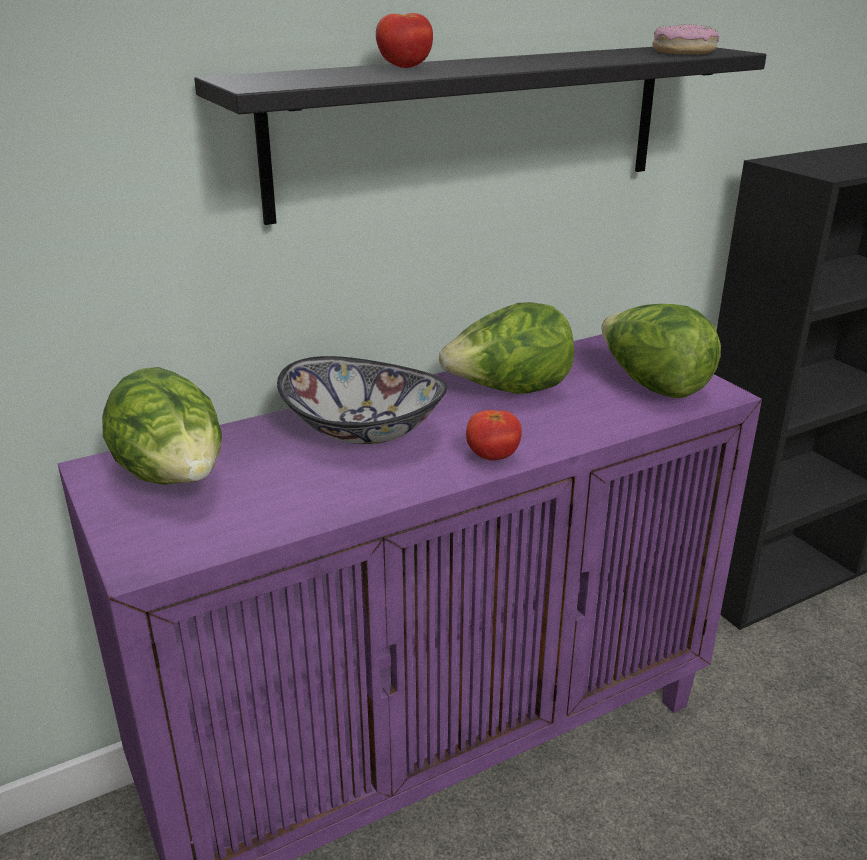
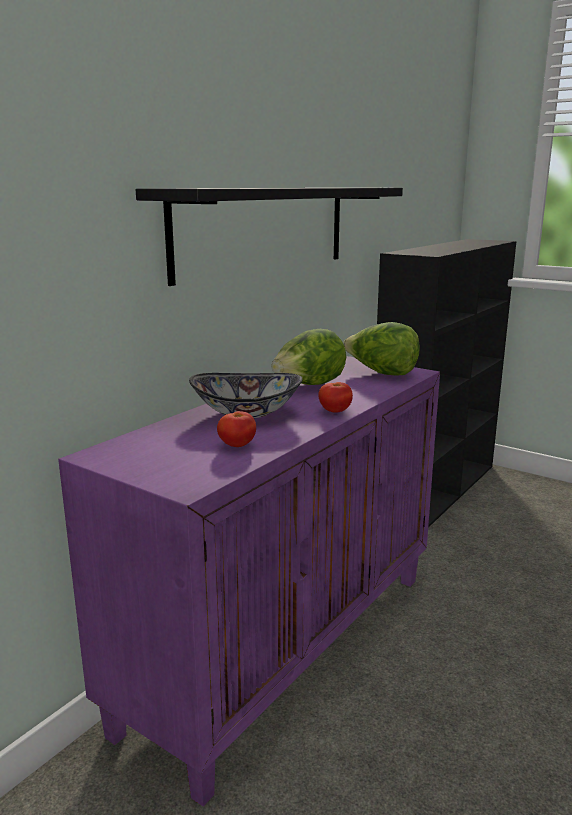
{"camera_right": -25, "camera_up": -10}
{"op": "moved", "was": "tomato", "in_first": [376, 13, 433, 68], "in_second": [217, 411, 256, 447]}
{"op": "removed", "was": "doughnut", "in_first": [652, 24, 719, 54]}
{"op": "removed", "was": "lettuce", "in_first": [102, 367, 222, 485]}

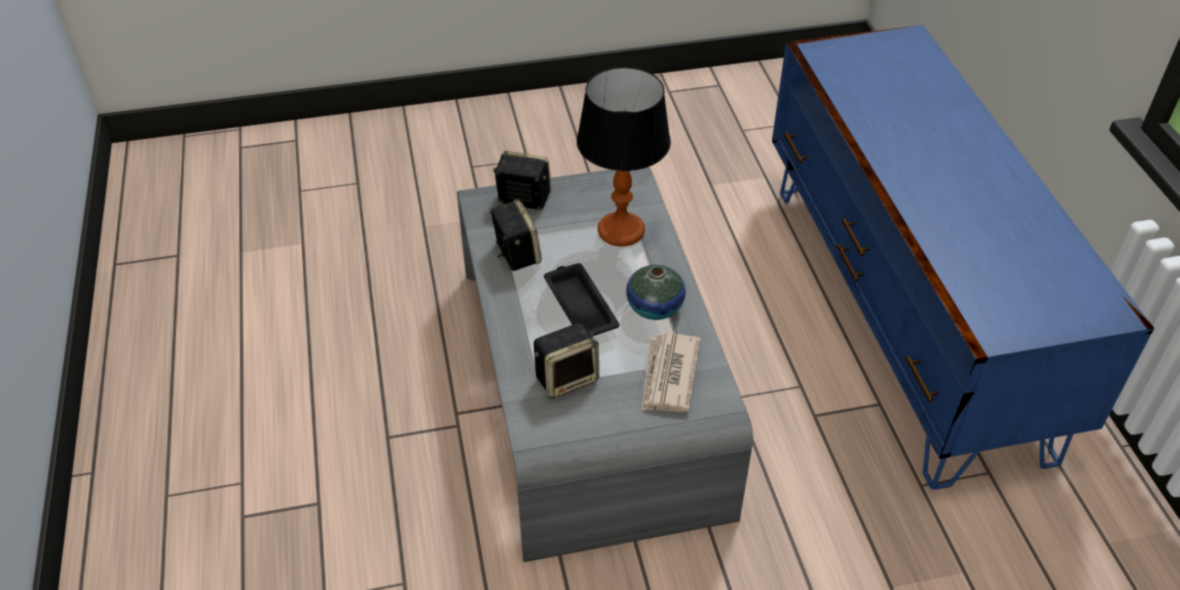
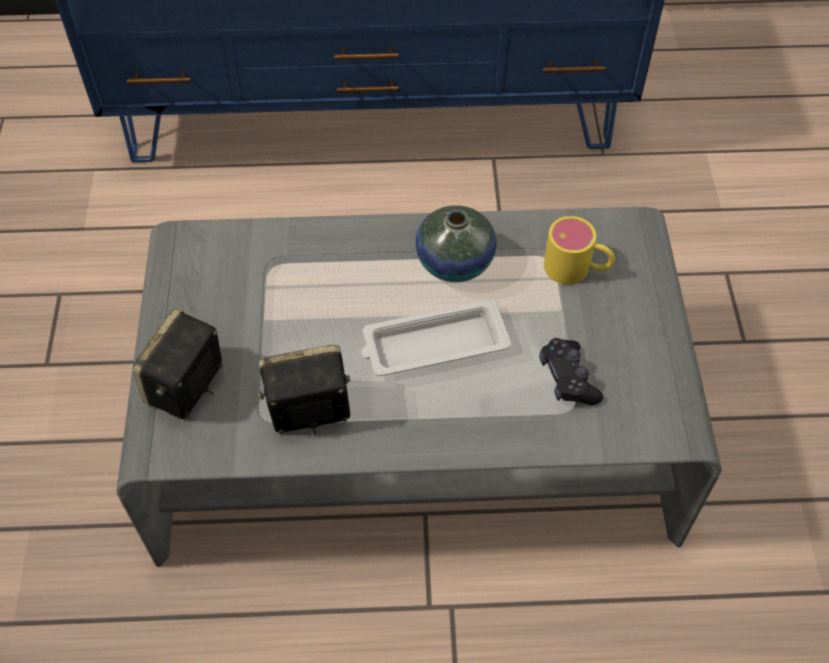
{"camera_right": -80, "camera_up": 10}
{"op": "removed", "was": "table_lamp", "in_first": [577, 67, 671, 247]}
{"op": "recoloured", "was": "black-coloured_serving_tray", "now": "whitish_serving_tray", "in_first": [544, 263, 620, 336], "in_second": [361, 299, 512, 376]}
{"op": "replaced", "was": "speaker", "now": "black-coloured_gamepad", "in_first": [534, 323, 599, 399], "in_second": [539, 338, 603, 405]}
{"op": "replaced", "was": "daily_paper", "now": "yellow_tea_mug", "in_first": [641, 333, 701, 412], "in_second": [544, 216, 615, 284]}

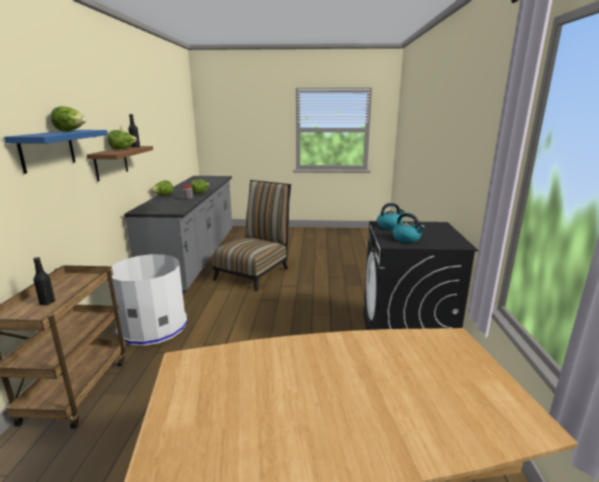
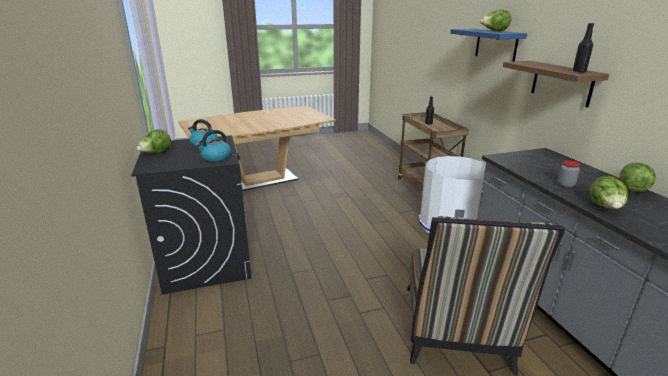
{"camera_right": 160, "camera_up": 5}
{"op": "moved", "was": "lettuce", "in_first": [107, 130, 137, 150], "in_second": [136, 129, 171, 154]}

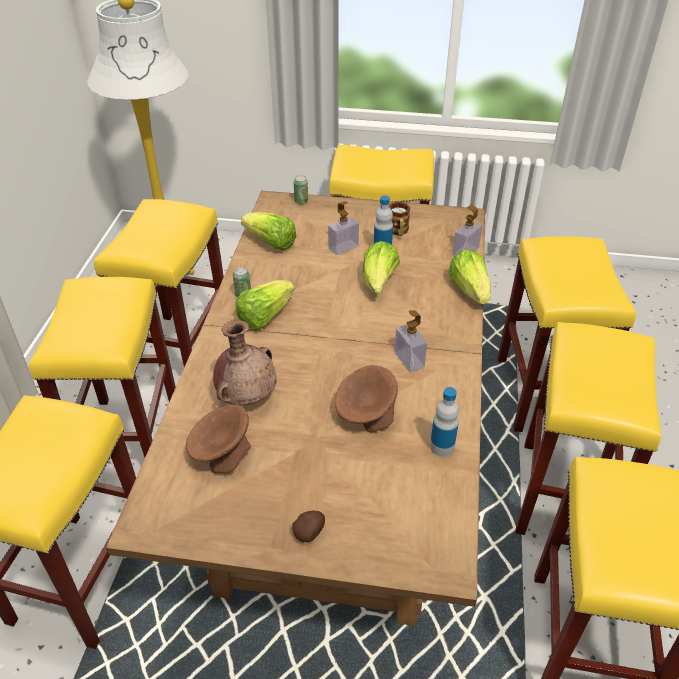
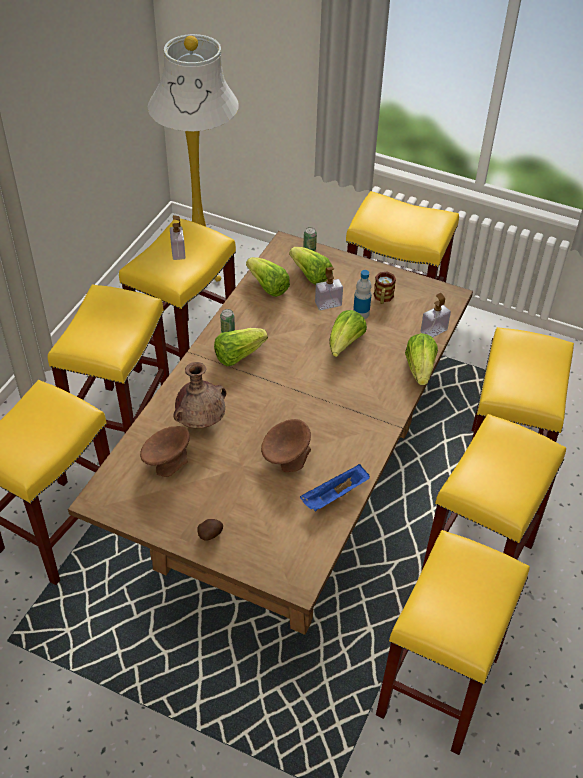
{"camera_right": 15, "camera_up": 5}
{"op": "moved", "was": "liquid_soap_bottle", "in_first": [395, 310, 427, 372], "in_second": [170, 215, 185, 260]}
{"op": "replaced", "was": "bottle", "now": "blue_serving_tray", "in_first": [430, 387, 459, 457], "in_second": [300, 464, 370, 512]}
{"op": "added", "now": "lettuce", "in_second": [289, 247, 333, 285]}

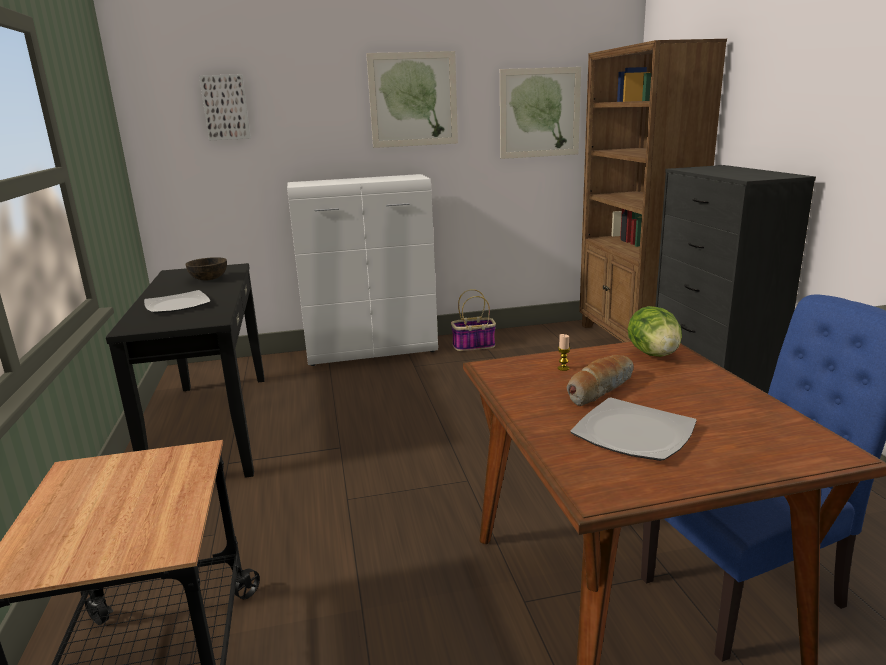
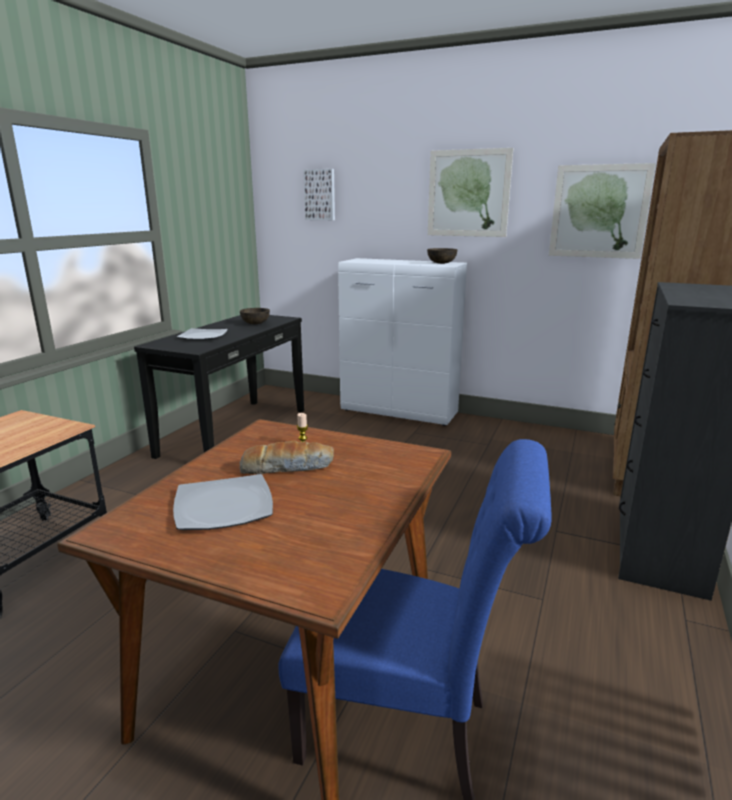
{"camera_right": 35, "camera_up": 0}
{"op": "removed", "was": "storage_basket", "in_first": [451, 289, 496, 351]}
{"op": "removed", "was": "lettuce", "in_first": [628, 306, 682, 357]}
{"op": "added", "now": "brown_deep_dish", "in_second": [427, 248, 457, 264]}

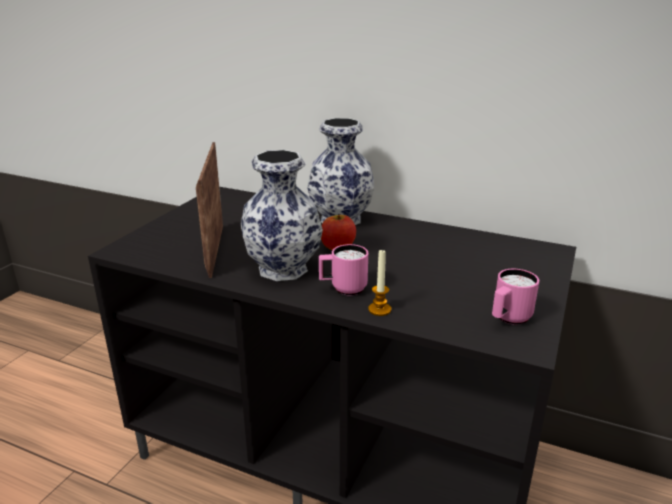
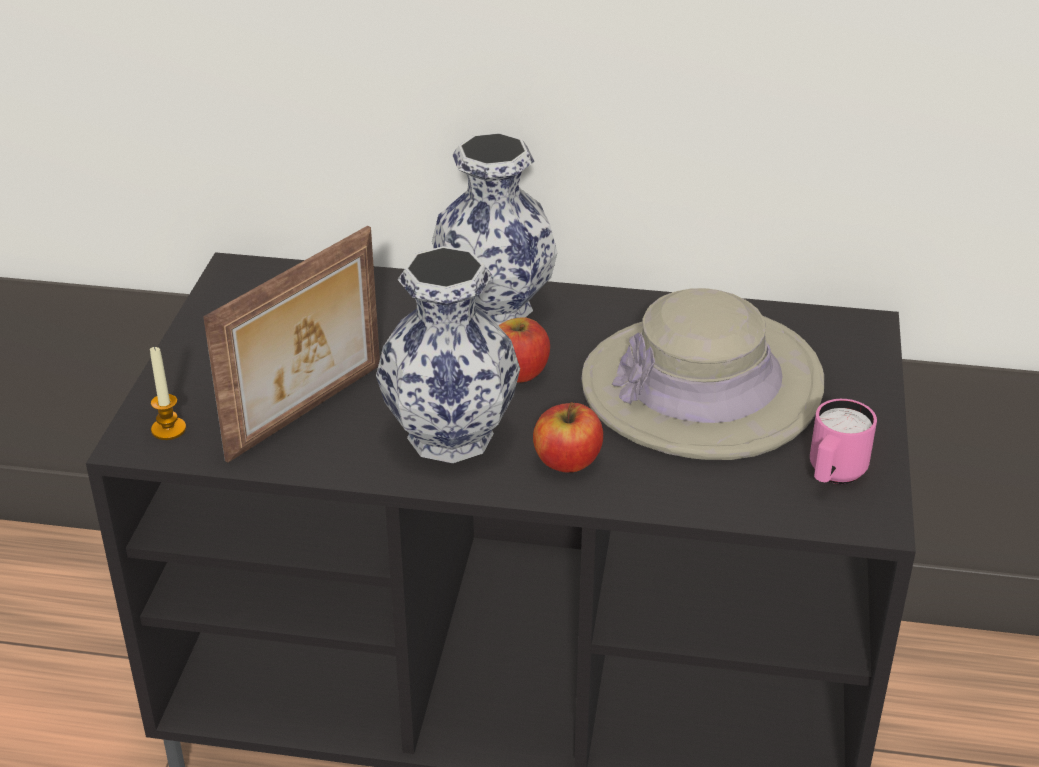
{"camera_right": -15, "camera_up": 10}
{"op": "turned", "was": "picture_frame", "in_first": [196, 142, 223, 278], "in_second": [203, 226, 380, 462], "clockwise": -120}
{"op": "replaced", "was": "pinkish_tea_mug", "now": "apple_fruit", "in_first": [319, 244, 368, 296], "in_second": [533, 402, 603, 473]}
{"op": "moved", "was": "wax_light", "in_first": [368, 250, 391, 316], "in_second": [150, 346, 186, 440]}
{"op": "added", "now": "sand-coloured_clothing_hat", "in_second": [581, 288, 824, 460]}

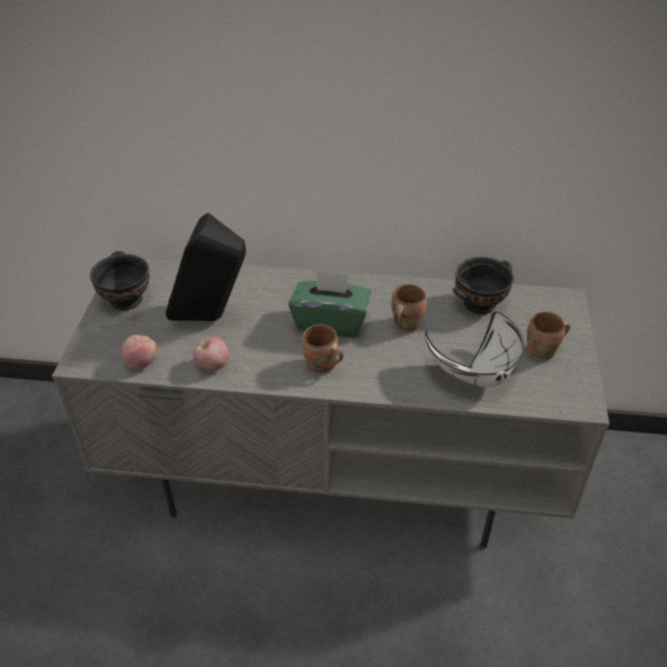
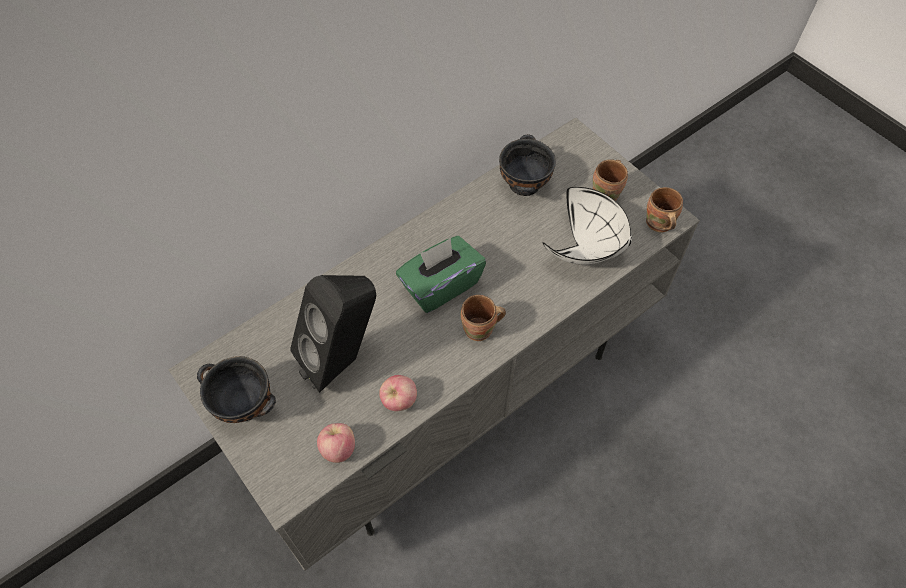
{"camera_right": -45, "camera_up": 15}
{"op": "moved", "was": "brown_tea_mug", "in_first": [391, 284, 427, 332], "in_second": [646, 187, 683, 233]}

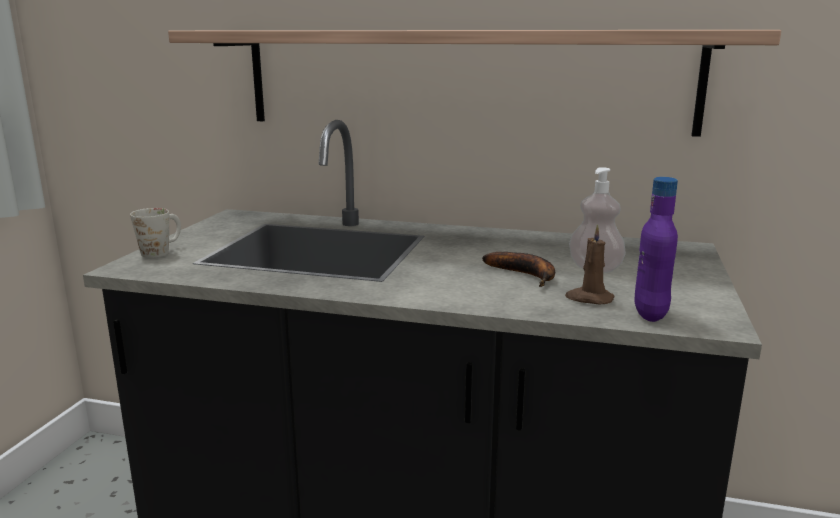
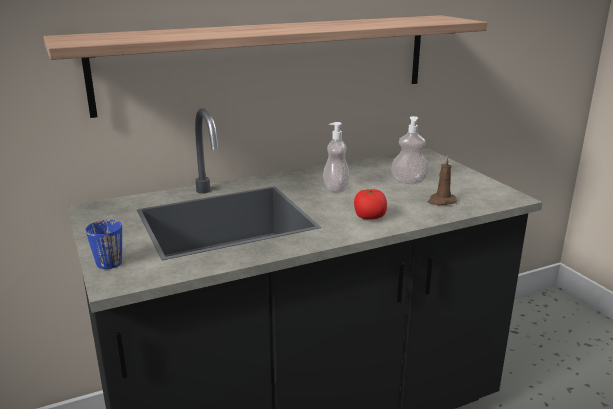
{"camera_right": -40, "camera_up": 5}
{"op": "removed", "was": "purple_bottle", "in_first": [635, 177, 678, 322]}
{"op": "recoloured", "was": "whitish_tea_mug", "now": "blue_tea_mug", "in_first": [130, 208, 181, 258], "in_second": [86, 220, 122, 269]}
{"op": "removed", "was": "banana", "in_first": [482, 252, 555, 287]}
{"op": "added", "now": "liquid_soap_bottle", "in_second": [323, 122, 350, 193]}
{"op": "added", "now": "tomato", "in_second": [354, 189, 387, 219]}

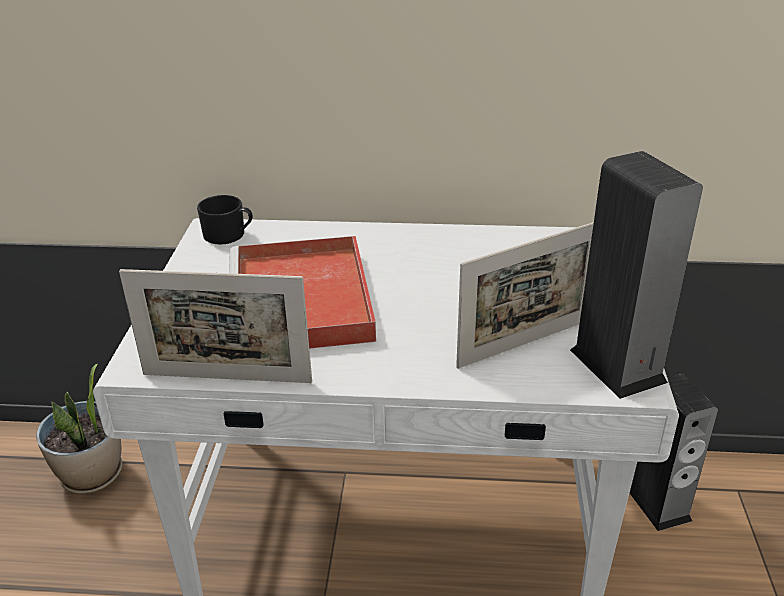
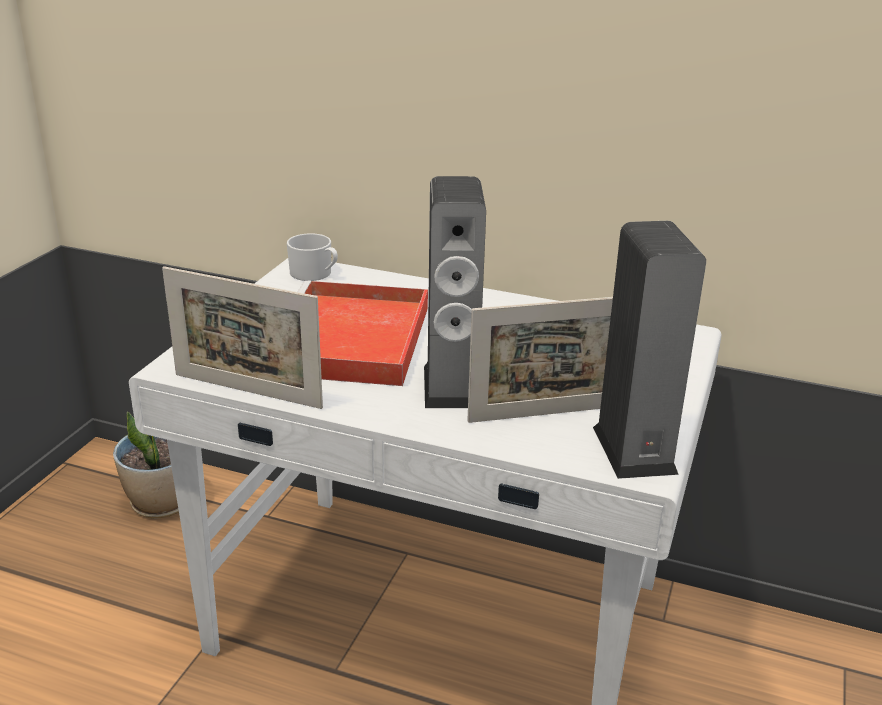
{"camera_right": 15, "camera_up": -5}
{"op": "recoloured", "was": "black-coloured_tea_mug", "now": "whitish_tea_mug", "in_first": [197, 195, 253, 244], "in_second": [287, 233, 338, 281]}
{"op": "moved", "was": "speaker", "in_first": [630, 373, 718, 531], "in_second": [424, 176, 486, 408]}

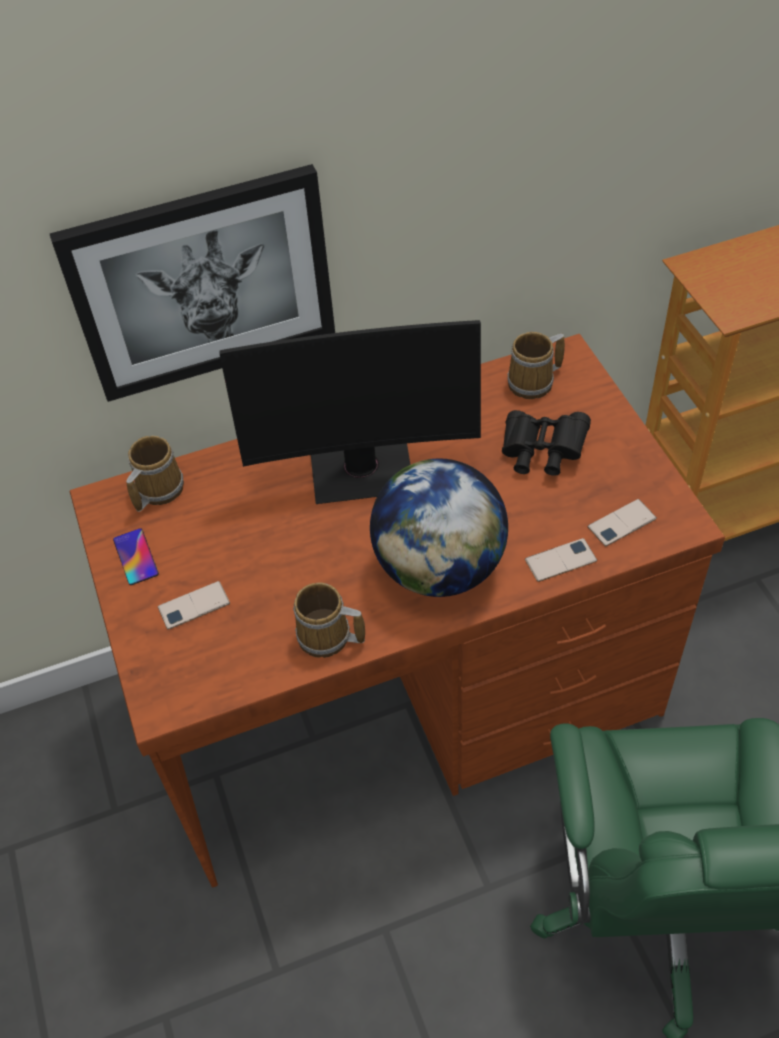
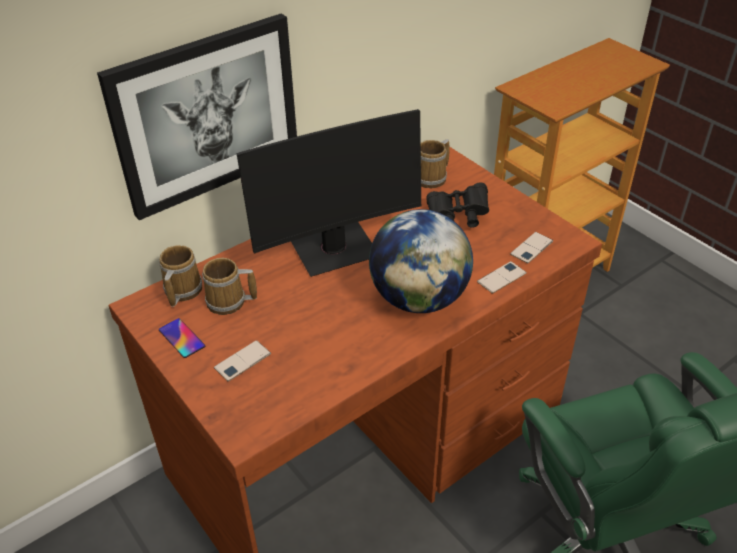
{"camera_right": -20, "camera_up": -10}
{"op": "moved", "was": "tea_mug", "in_first": [293, 582, 365, 658], "in_second": [202, 258, 257, 315]}

